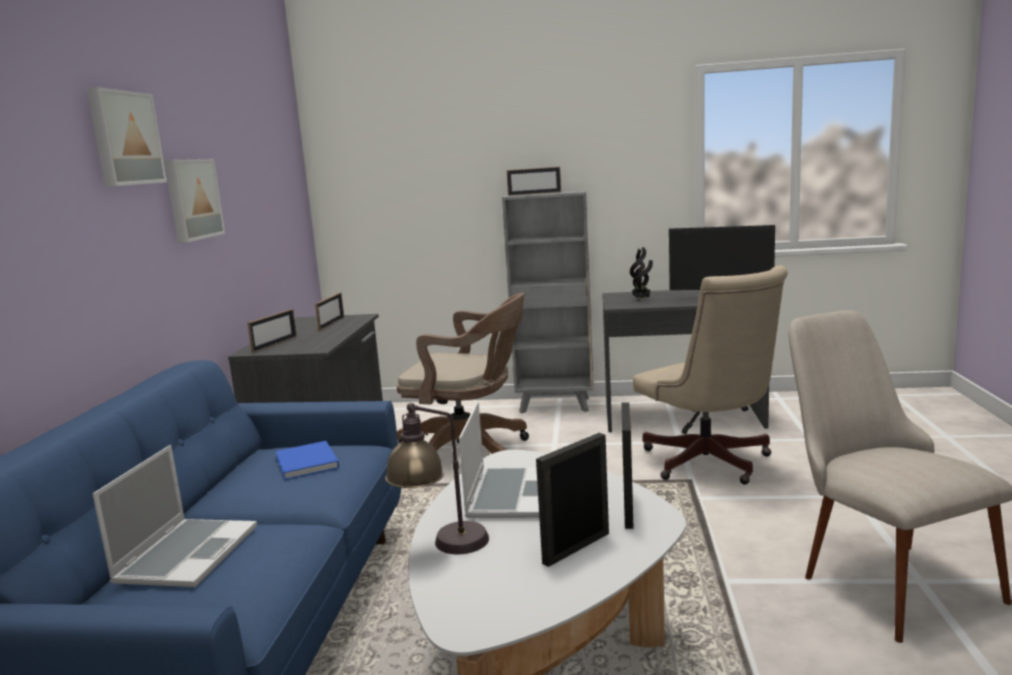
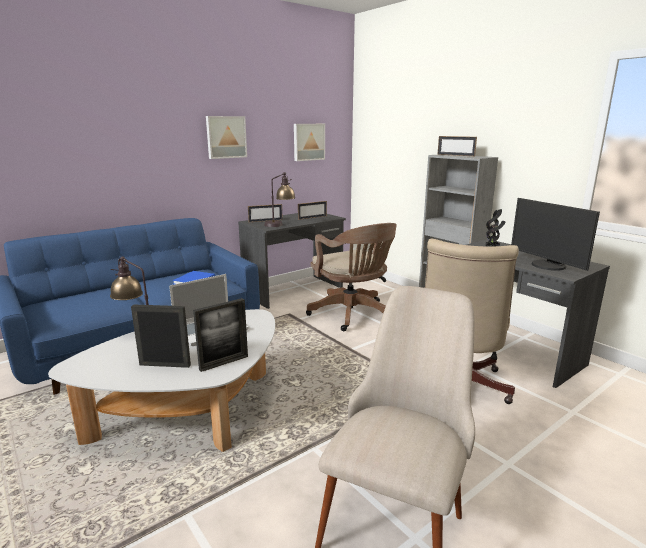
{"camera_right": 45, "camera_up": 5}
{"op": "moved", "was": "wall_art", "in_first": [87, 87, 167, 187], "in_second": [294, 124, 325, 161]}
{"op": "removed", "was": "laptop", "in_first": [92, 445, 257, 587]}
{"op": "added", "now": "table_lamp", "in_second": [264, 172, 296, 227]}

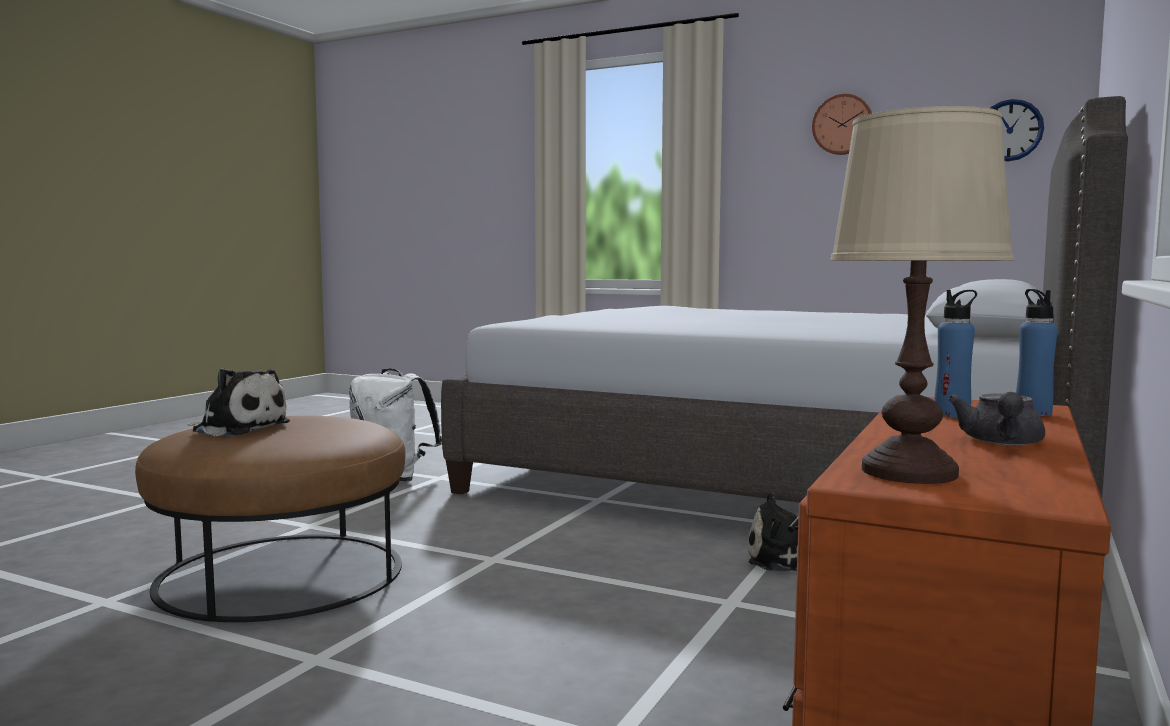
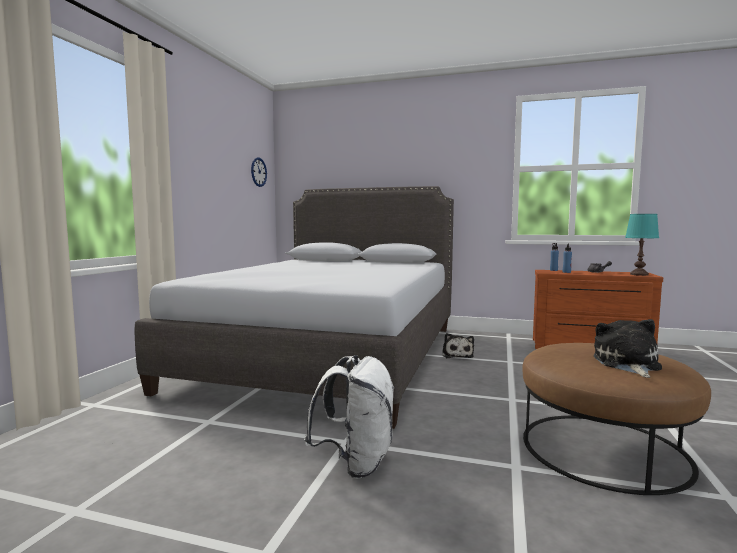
{"camera_right": -100, "camera_up": 0}
{"op": "removed", "was": "hanging_clock", "in_first": [812, 94, 872, 155]}
{"op": "recoloured", "was": "sand-coloured_table_lamp", "now": "turquoise-coloured_table_lamp", "in_first": [830, 106, 1014, 484], "in_second": [625, 214, 659, 276]}

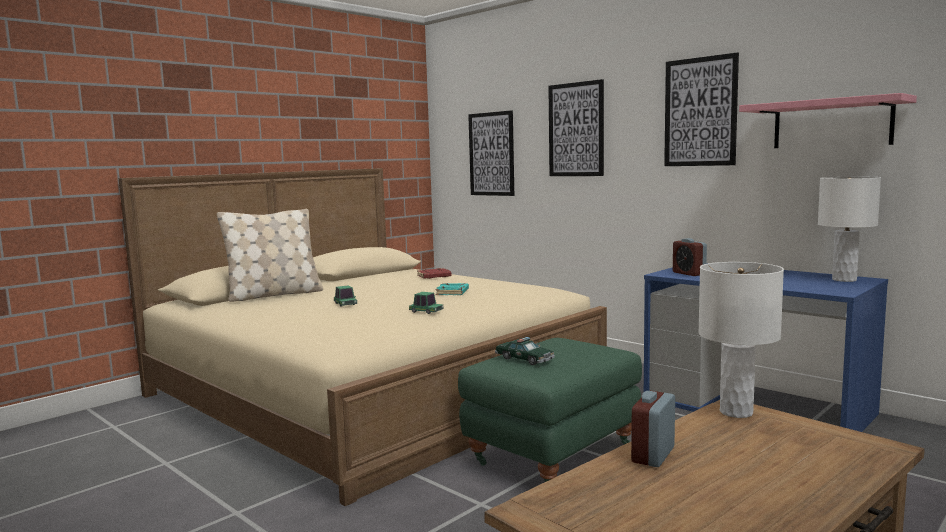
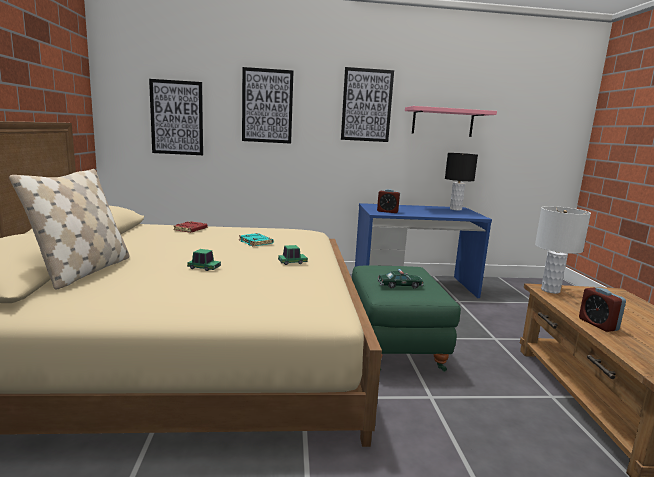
{"camera_right": -50, "camera_up": 5}
{"op": "recoloured", "was": "whitish_table_lamp", "now": "black-coloured_table_lamp", "in_first": [818, 177, 881, 282], "in_second": [445, 153, 478, 210]}

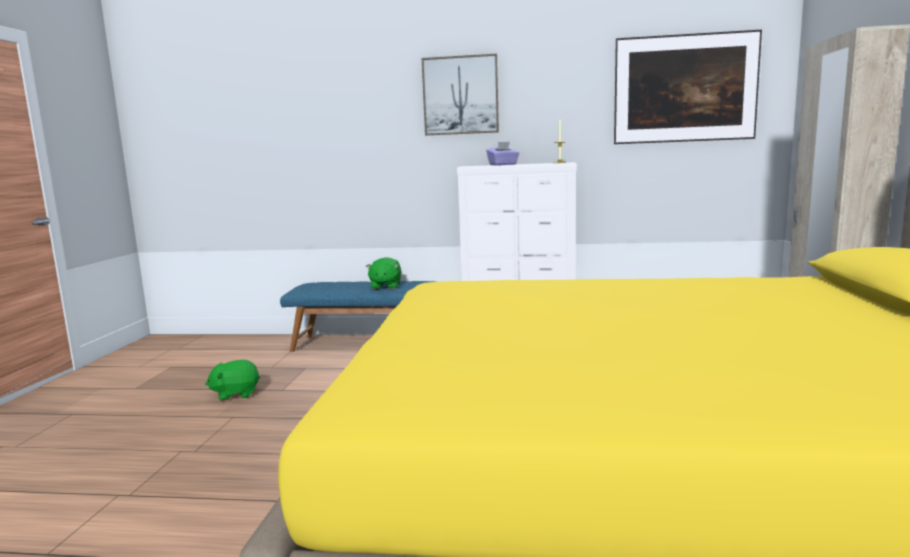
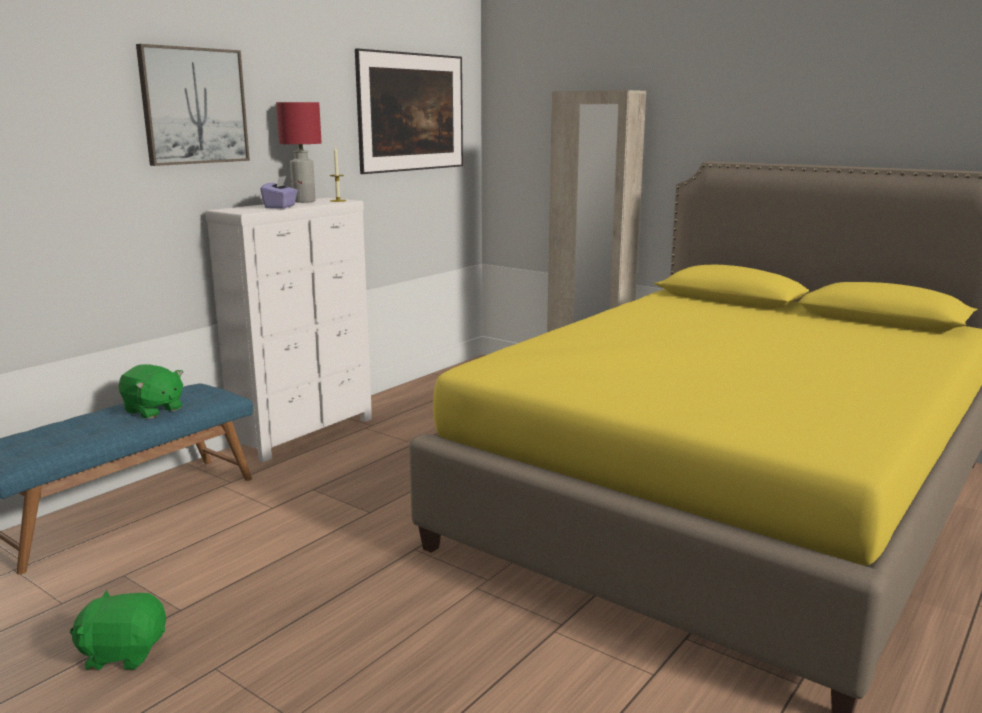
{"camera_right": -60, "camera_up": 5}
{"op": "turned", "was": "greenish_plush_toy", "in_first": [205, 360, 260, 401], "in_second": [70, 590, 166, 670], "clockwise": 75}
{"op": "added", "now": "red_table_lamp", "in_second": [276, 102, 322, 203]}

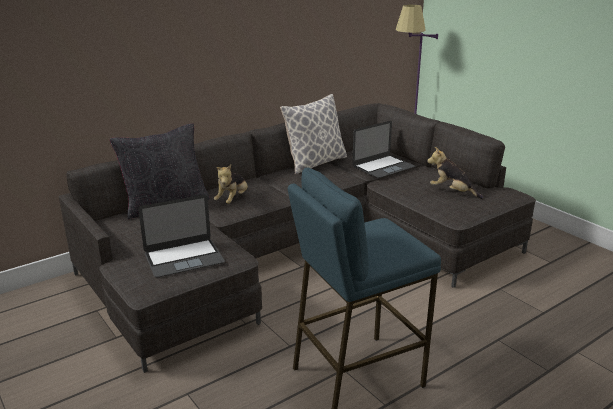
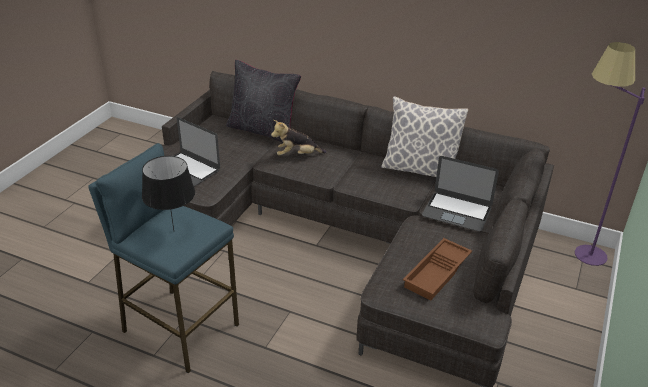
{"camera_right": 60, "camera_up": 10}
{"op": "replaced", "was": "plush_toy", "now": "brown_serving_tray", "in_first": [427, 147, 483, 199], "in_second": [403, 238, 472, 301]}
{"op": "added", "now": "black-coloured_table_lamp", "in_second": [142, 156, 195, 231]}

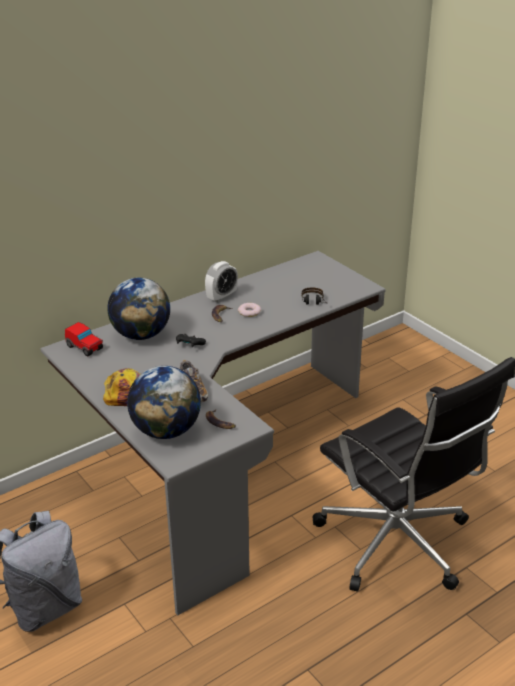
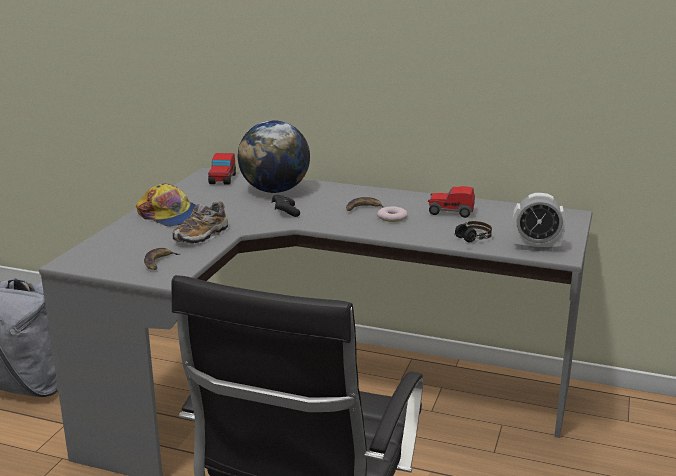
{"camera_right": 55, "camera_up": -10}
{"op": "moved", "was": "table_clock", "in_first": [205, 261, 238, 303], "in_second": [512, 193, 566, 252]}
{"op": "removed", "was": "world_globe", "in_first": [127, 366, 201, 439]}
{"op": "added", "now": "toy_car", "in_second": [428, 186, 475, 218]}

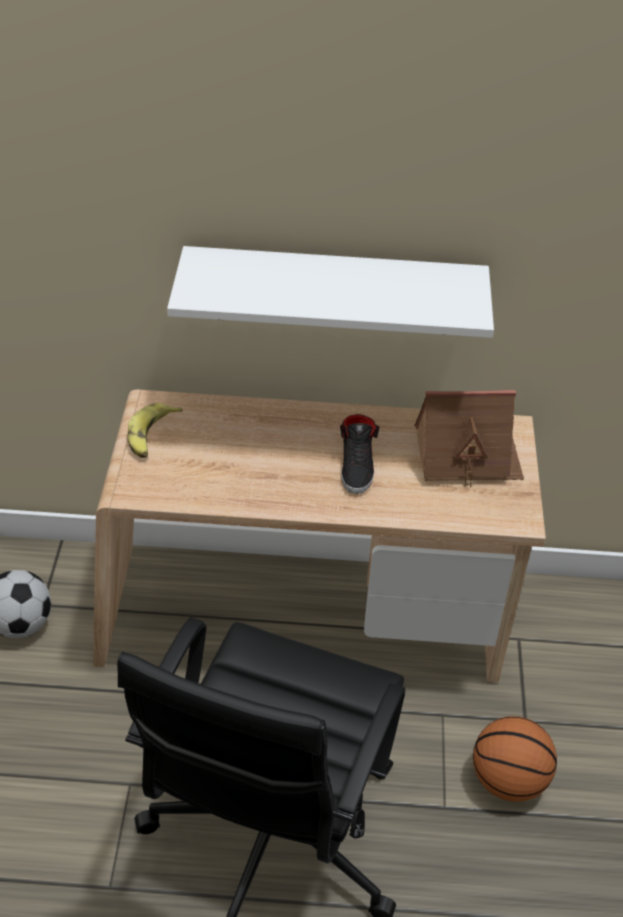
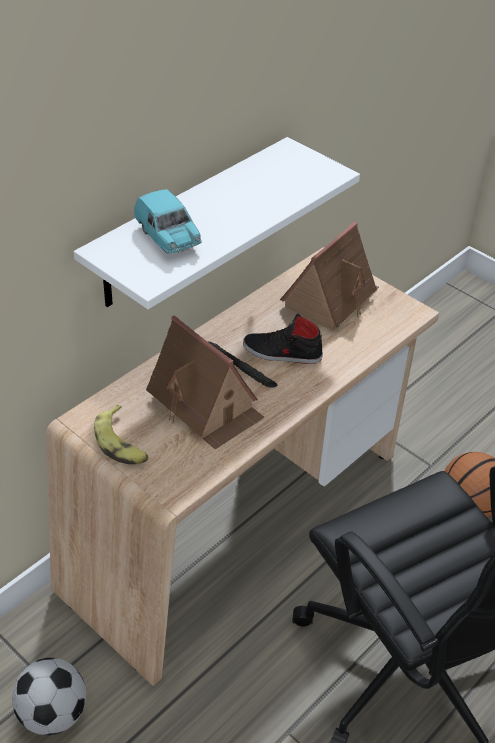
{"camera_right": -50, "camera_up": 0}
{"op": "turned", "was": "black-coloured_item_of_footwear", "in_first": [340, 414, 379, 494], "in_second": [243, 314, 323, 364], "clockwise": 150}
{"op": "added", "now": "turquoise-coloured_toy_car", "in_second": [134, 189, 202, 254]}
{"op": "added", "now": "model_house", "in_second": [146, 315, 264, 449]}
{"op": "added", "now": "black-coloured_flashlight", "in_second": [208, 341, 277, 388]}

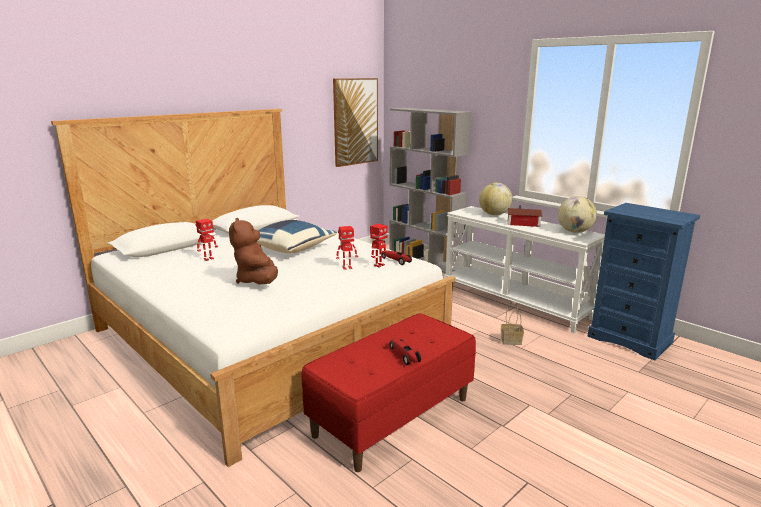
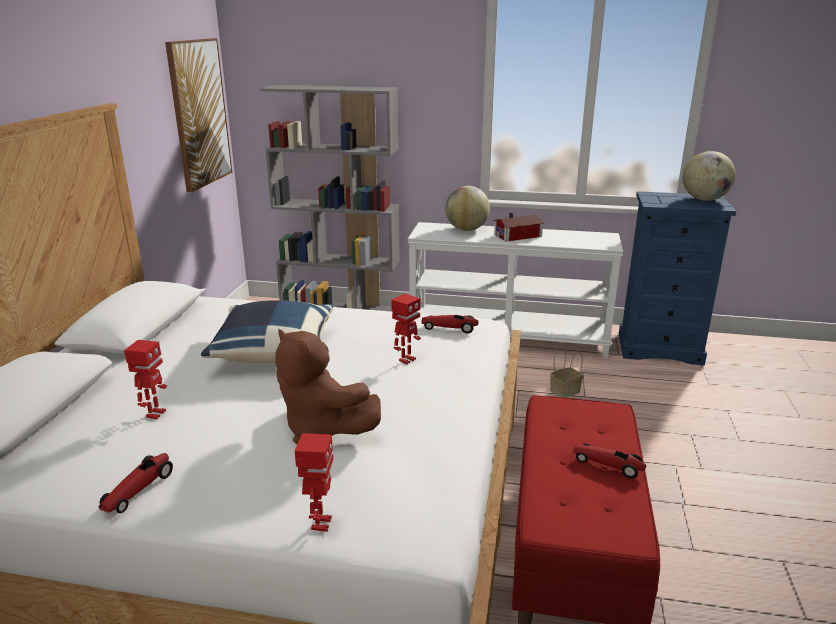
{"camera_right": -35, "camera_up": 5}
{"op": "moved", "was": "world_globe", "in_first": [558, 196, 597, 233], "in_second": [683, 151, 736, 201]}
{"op": "moved", "was": "robot_figure", "in_first": [370, 224, 388, 268], "in_second": [295, 433, 333, 532]}
{"op": "added", "now": "toy_car", "in_second": [98, 453, 173, 513]}

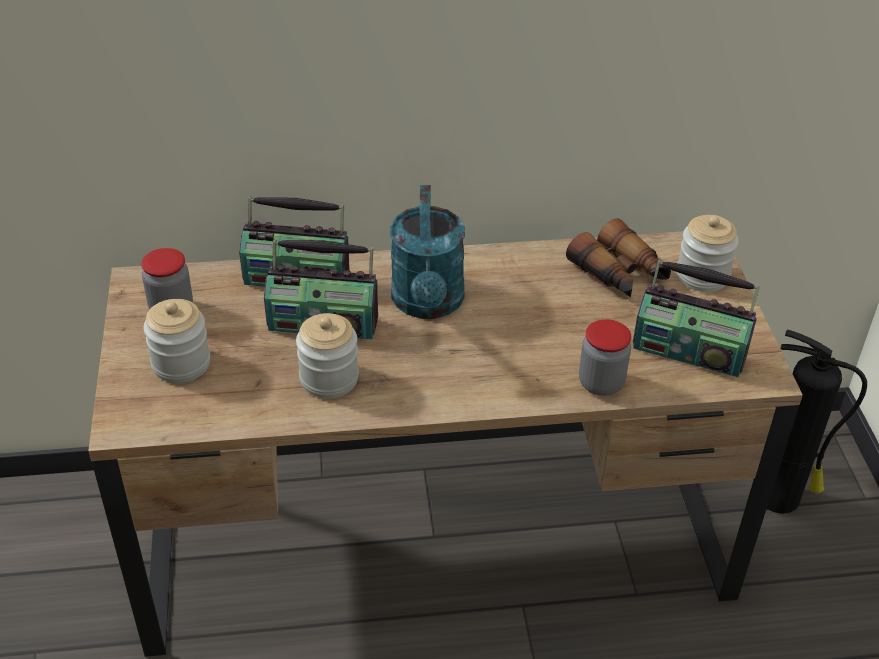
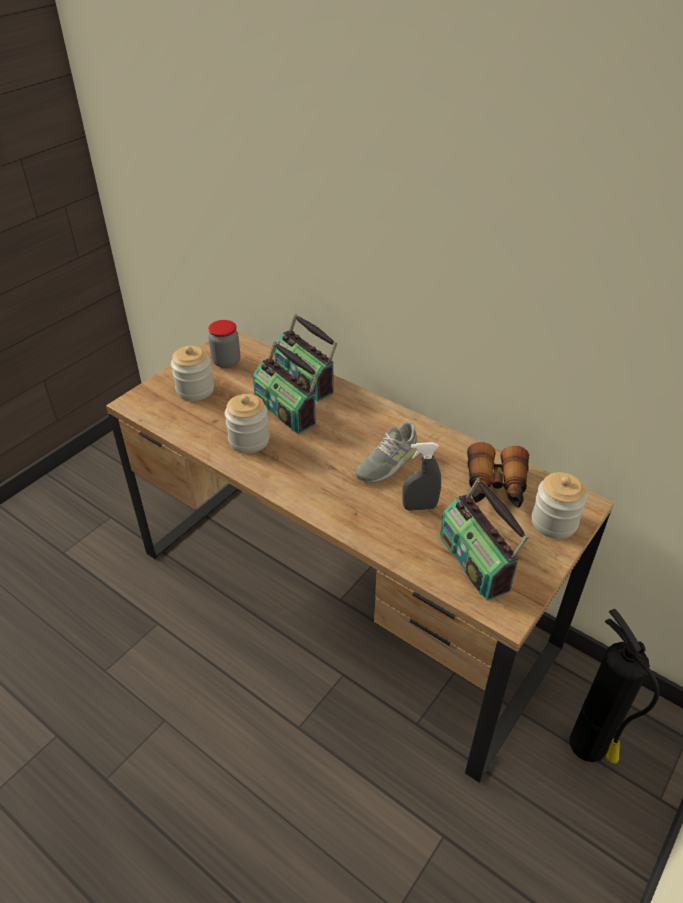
{"camera_right": 45, "camera_up": 0}
{"op": "removed", "was": "turquoise-coloured_watering_pot", "in_first": [390, 185, 465, 319]}
{"op": "removed", "was": "jar", "in_first": [579, 319, 631, 396]}
{"op": "added", "now": "grey_item_of_footwear", "in_second": [355, 422, 418, 483]}
{"op": "added", "now": "grey_hand_sprayer", "in_second": [403, 442, 441, 511]}

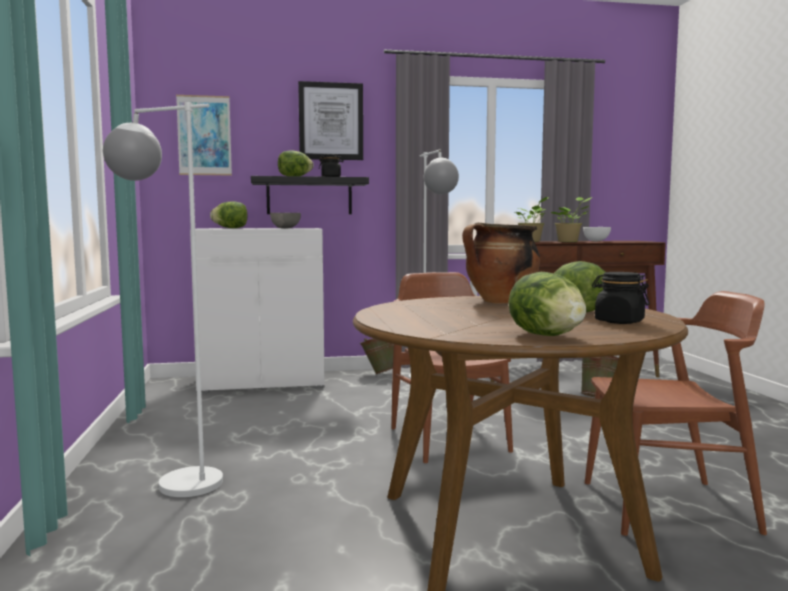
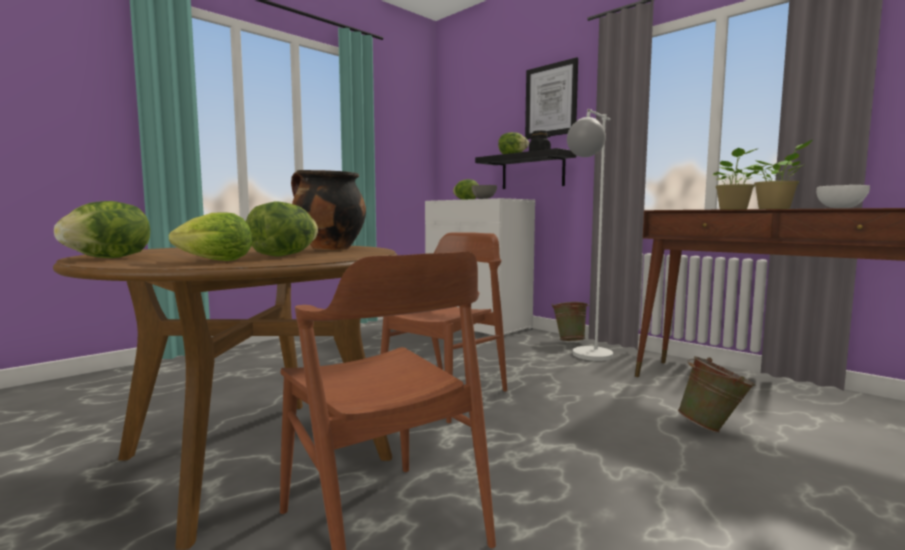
{"camera_right": 55, "camera_up": 0}
{"op": "removed", "was": "wall_art", "in_first": [176, 95, 232, 175]}
{"op": "removed", "was": "whitish_standard_lamp", "in_first": [103, 102, 223, 497]}
{"op": "replaced", "was": "black-coloured_jar", "now": "lettuce", "in_first": [592, 272, 650, 324], "in_second": [169, 212, 252, 261]}

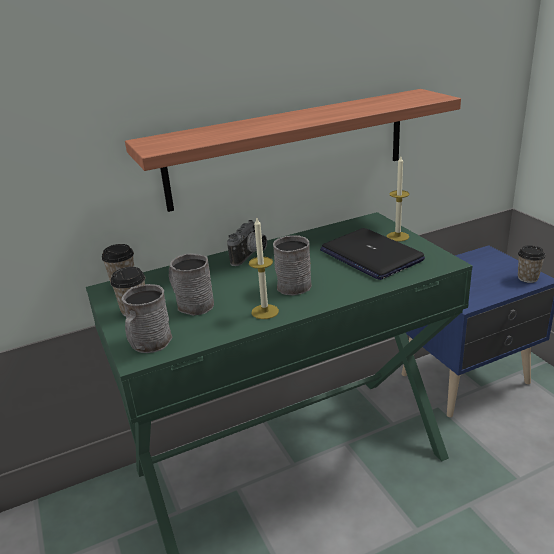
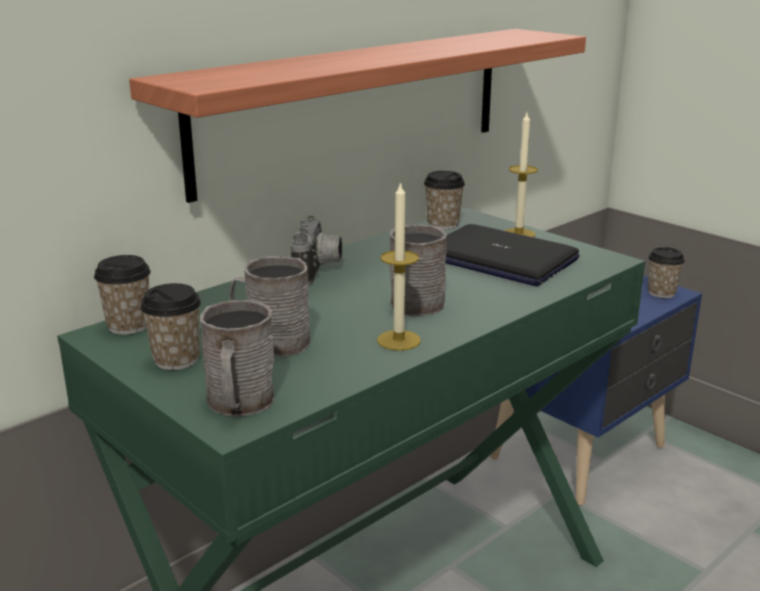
{"camera_right": -20, "camera_up": -5}
{"op": "added", "now": "small_cup", "in_second": [424, 171, 465, 230]}

